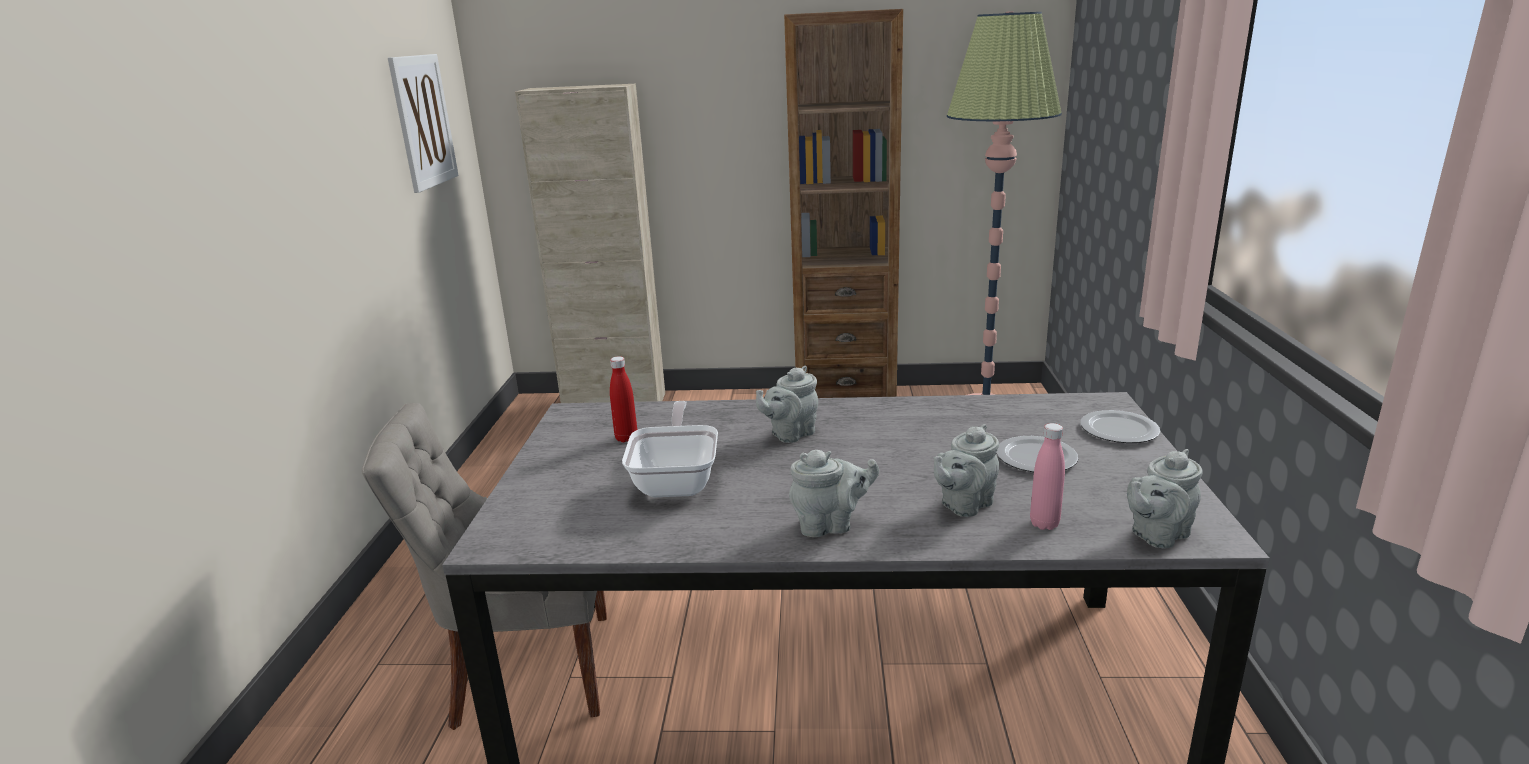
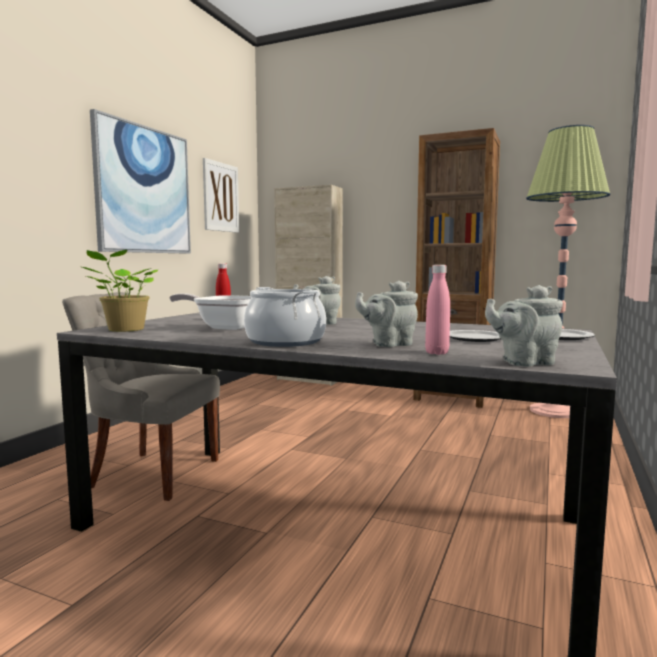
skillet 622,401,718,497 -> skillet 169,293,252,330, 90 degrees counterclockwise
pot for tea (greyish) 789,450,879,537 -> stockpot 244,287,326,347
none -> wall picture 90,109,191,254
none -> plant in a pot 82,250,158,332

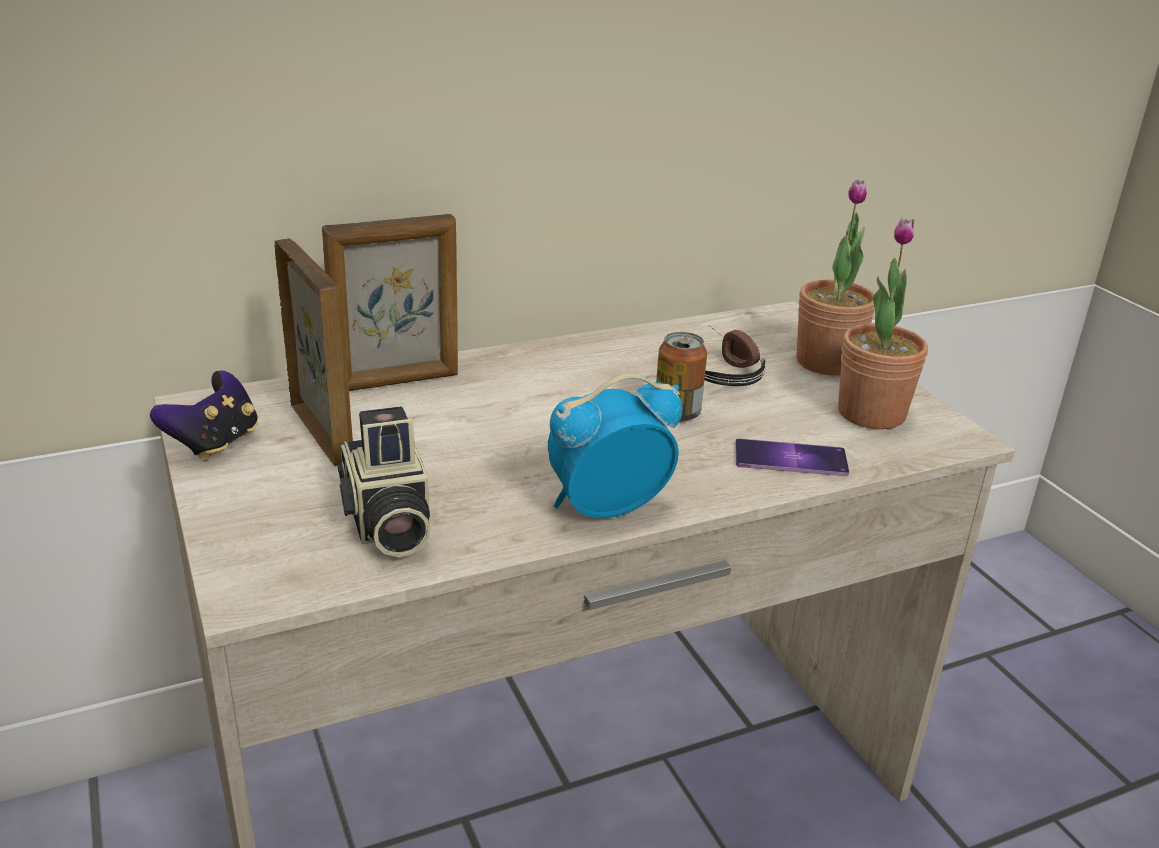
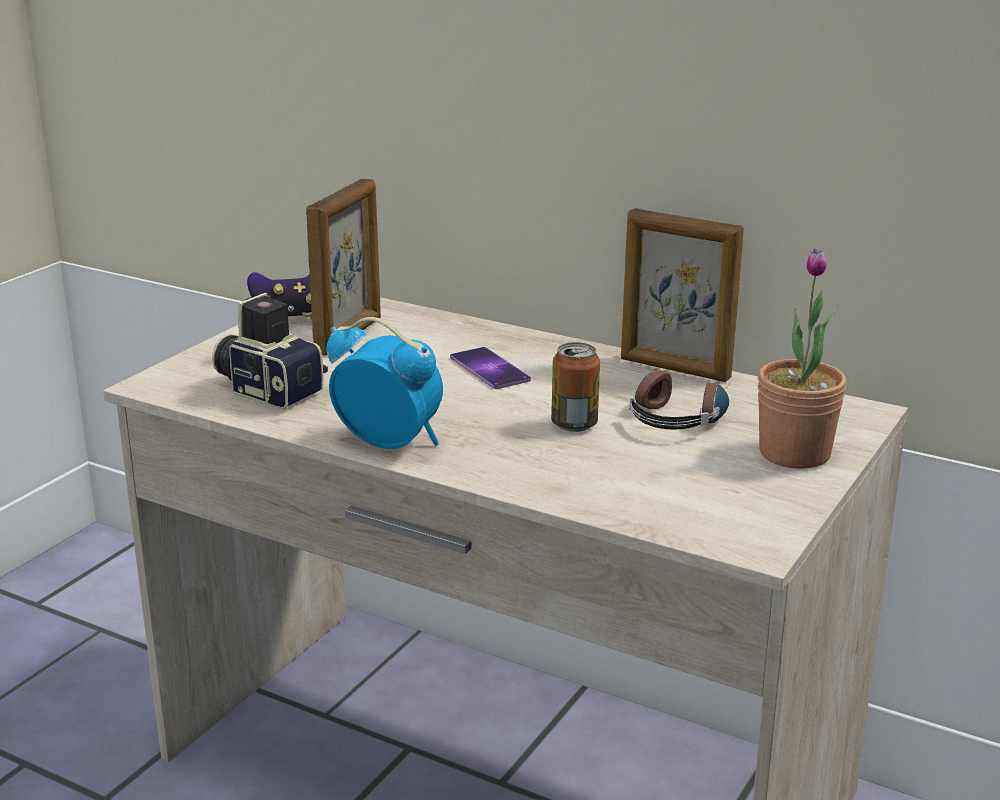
picture frame 322,214,458,391 -> picture frame 621,208,744,382, move
plant in a pot 838,218,928,429 -> none
photo camera 338,407,431,557 -> photo camera 212,293,328,409, 90 degrees clockwise
telephone 735,438,849,476 -> telephone 450,347,531,389, move

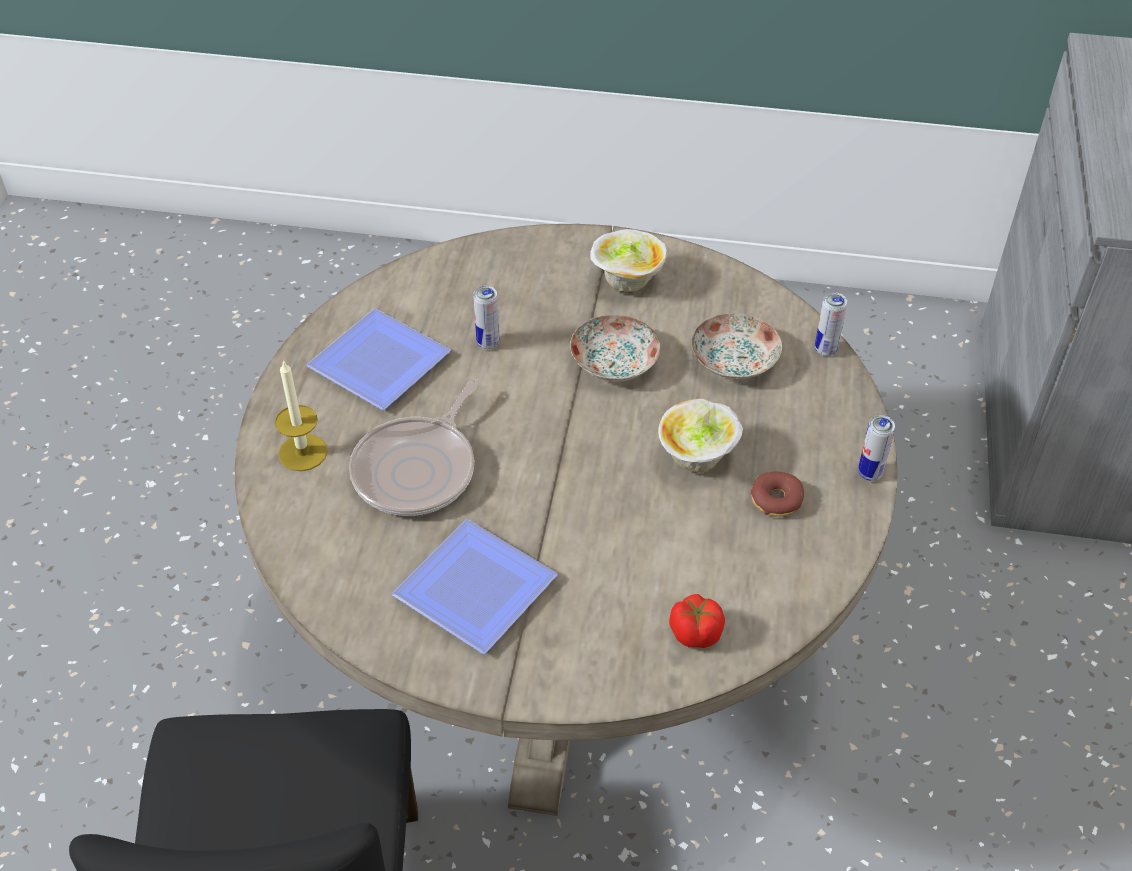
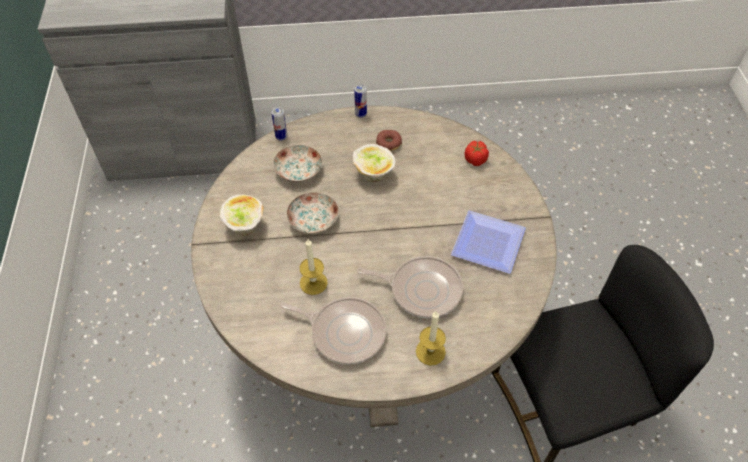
sealed can 473,286,500,349 -> candle 299,239,328,295
flat dish 306,309,451,410 -> skillet 280,297,386,365

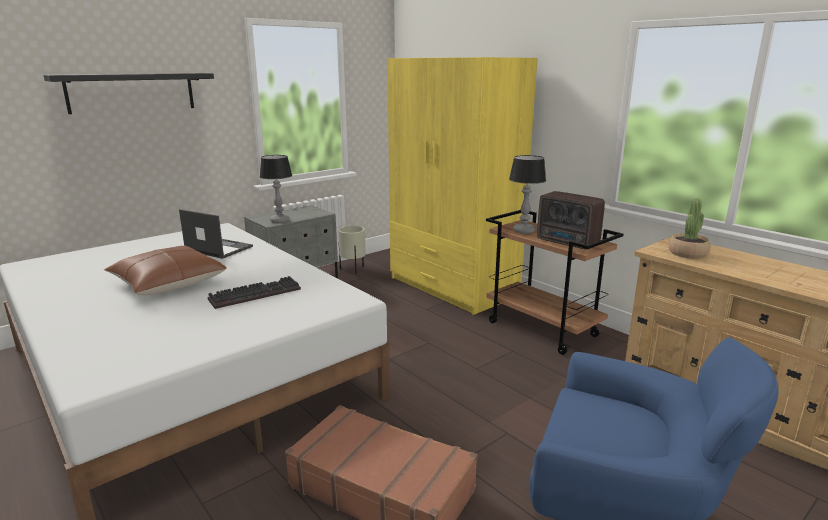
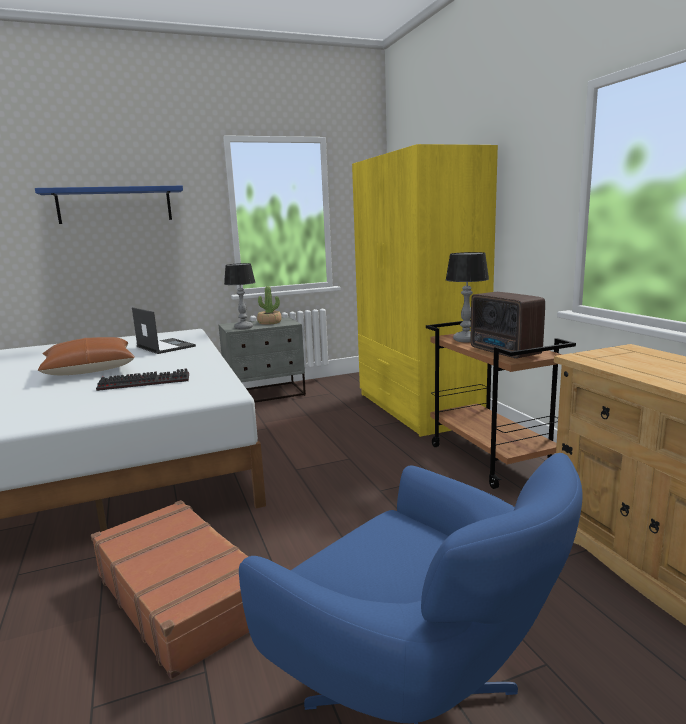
wall shelf (blackish) 43,73,214,114 -> wall shelf (blue-coloured) 35,186,183,224
plant in a pot 669,198,710,259 -> plant in a pot 257,286,282,325, move
plant pot (beige-coloured) 338,226,366,274 -> none

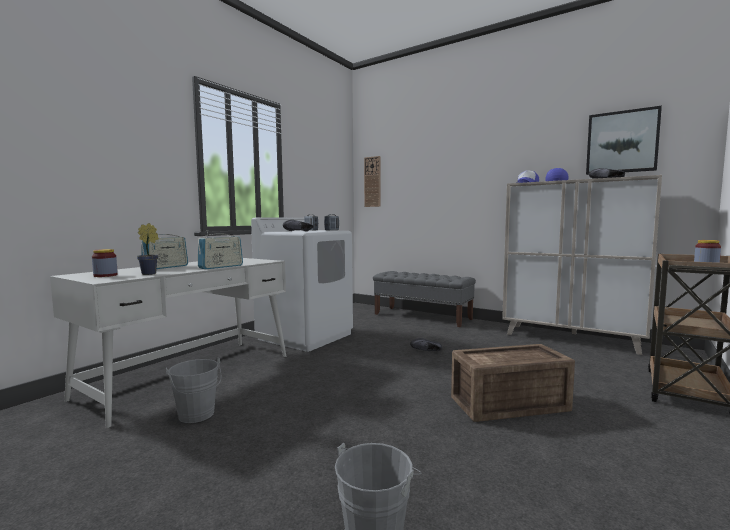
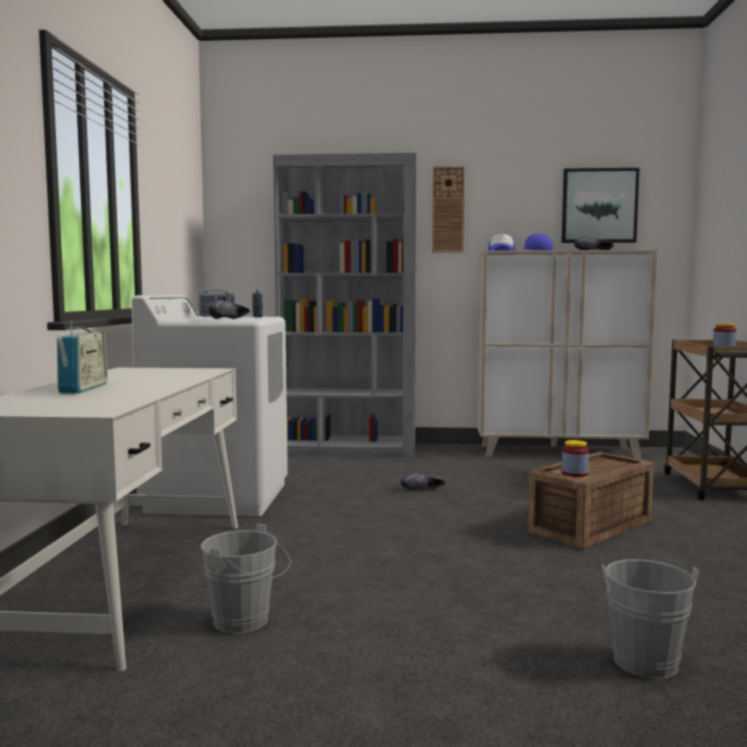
wall clock 364,156,380,207 -> wall clock 432,166,465,253, move
plant in a pot 137,223,159,275 -> none
radio set 198,230,243,269 -> none
preserve jar 92,249,118,277 -> preserve jar 562,440,589,477, move
bench (greyish) 373,271,476,327 -> shelving unit (greyish) 273,153,417,456

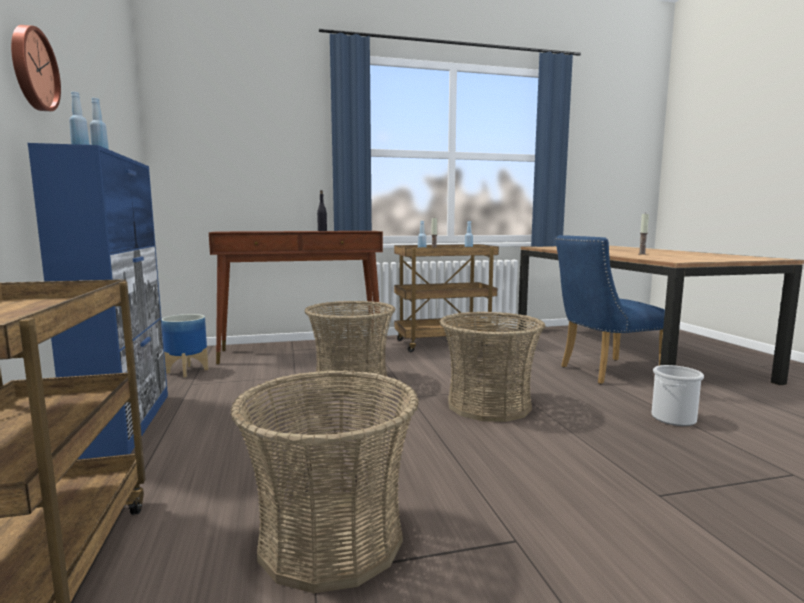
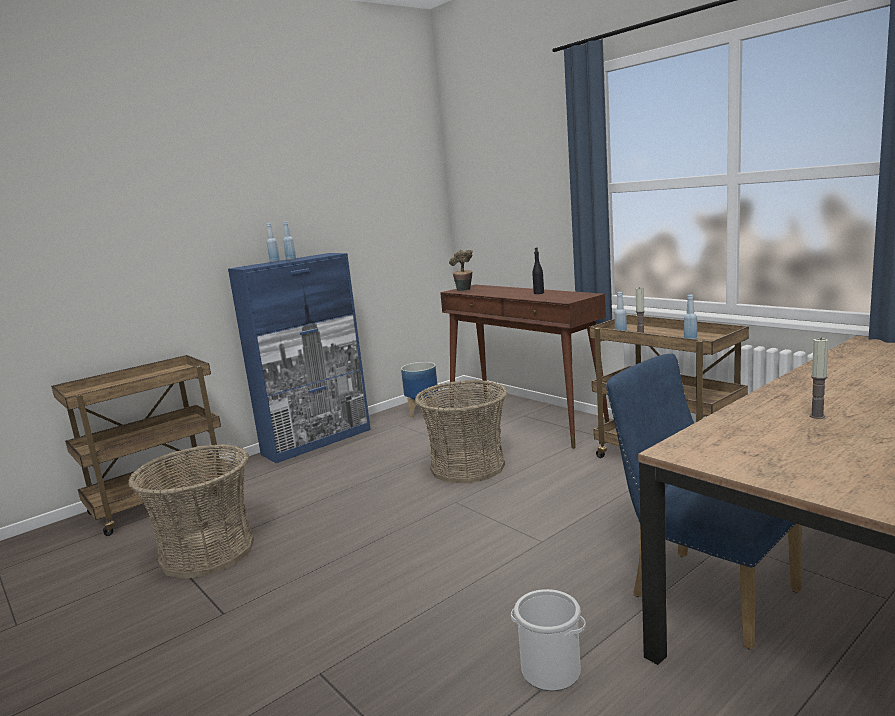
wall clock 11,25,61,111 -> none
household basket 440,312,545,422 -> none
none -> plant in a pot 449,250,473,291

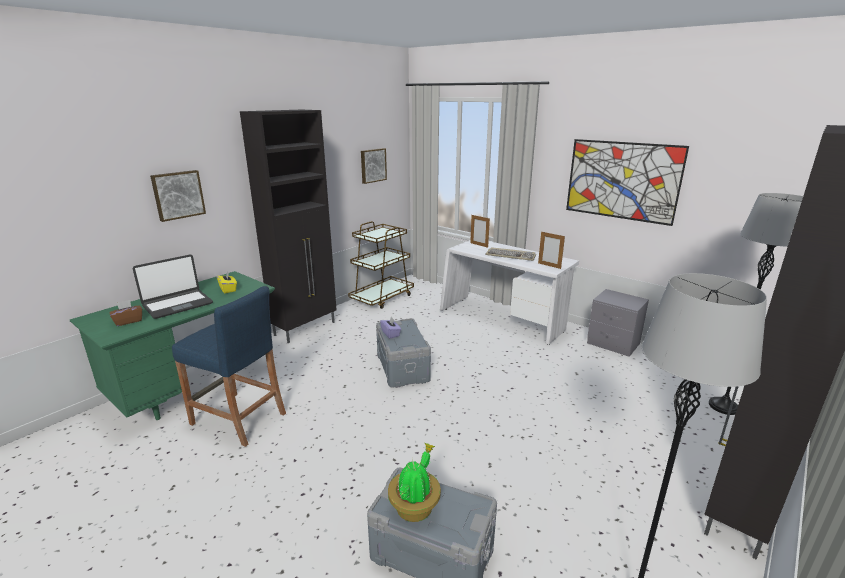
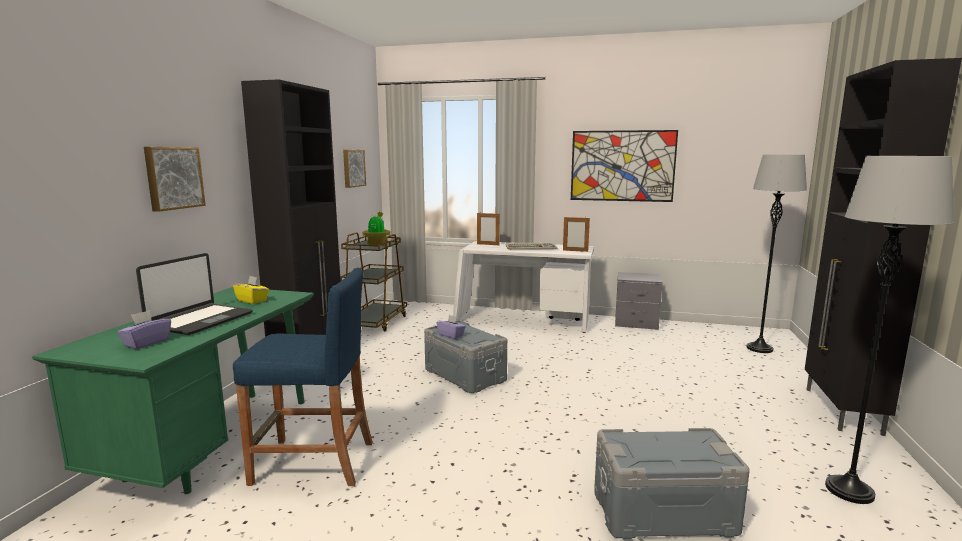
box of tissues (brownish) 110,300,142,326 -> box of tissues (purple-coloured) 117,310,171,349
plant in a pot 388,443,441,522 -> plant in a pot 363,212,390,245, move

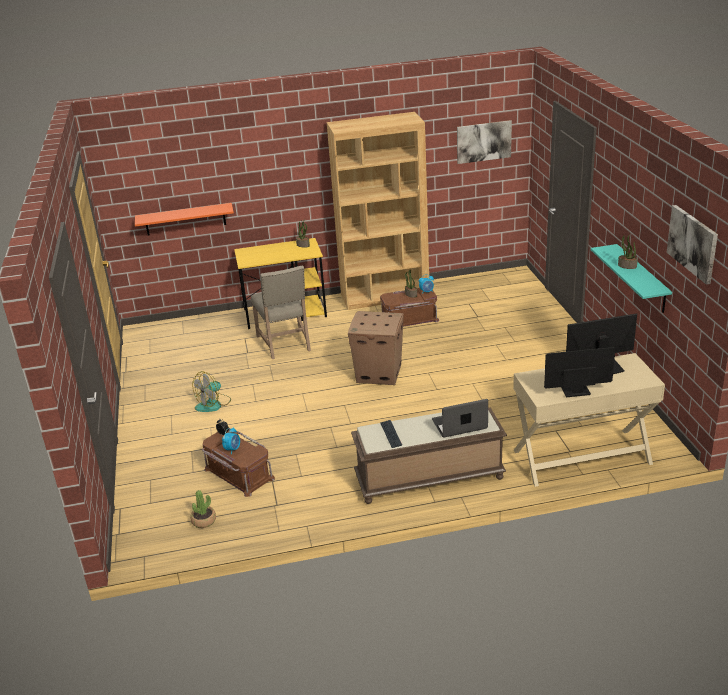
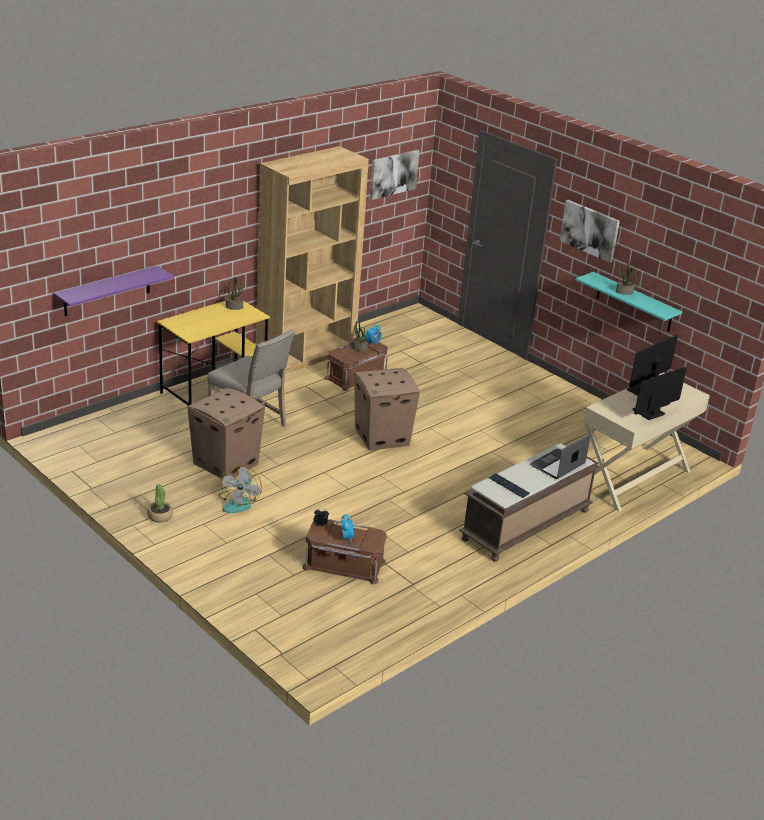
wall shelf (orangey) 135,203,234,235 -> wall shelf (purple-coloured) 53,266,174,316
wall picture 667,205,718,285 -> wall picture 560,200,620,263, move
plant in a pot 190,490,216,528 -> plant in a pot 147,484,173,522, move
none -> carton 187,388,265,479

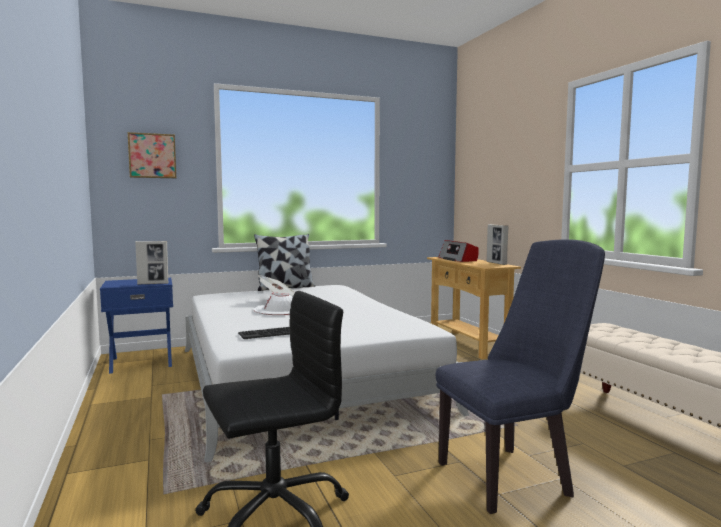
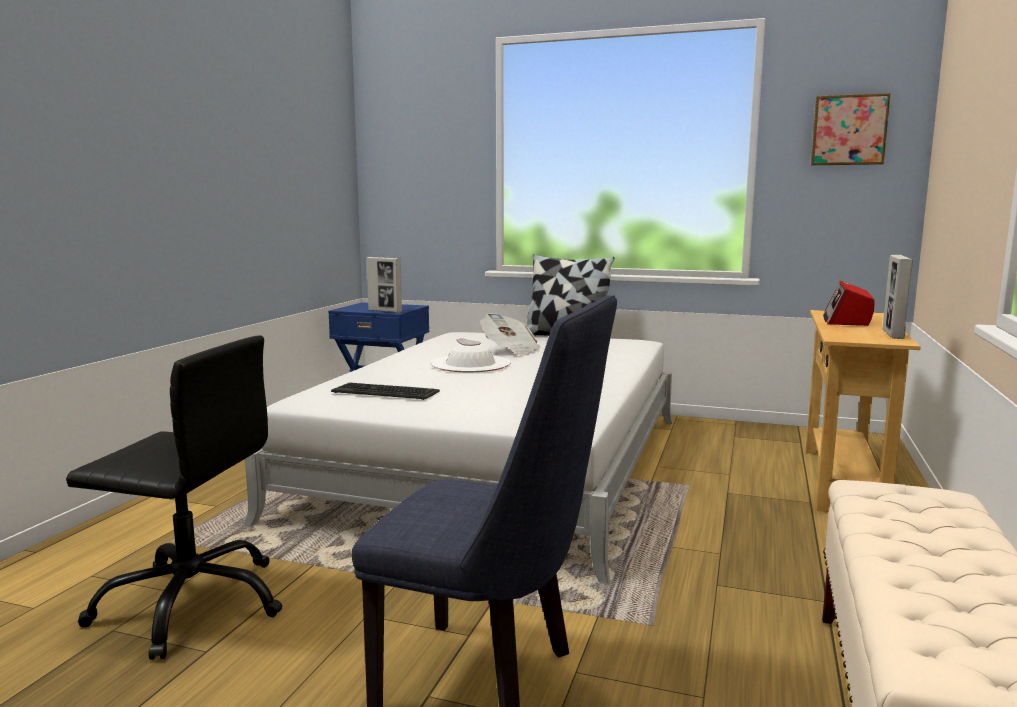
wall picture 128,132,176,178 -> wall picture 811,93,891,165, move

